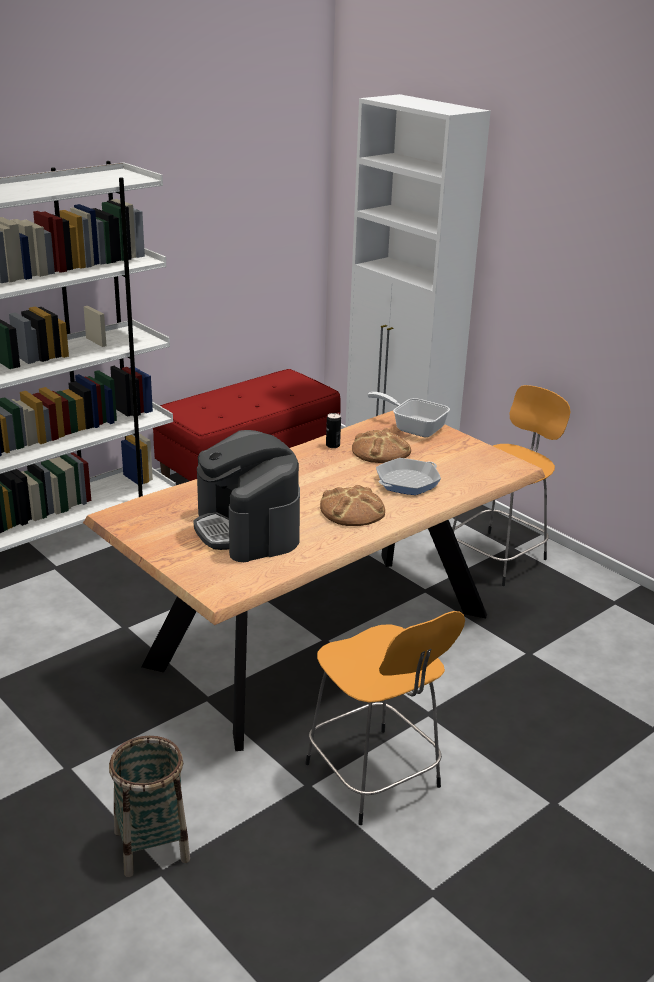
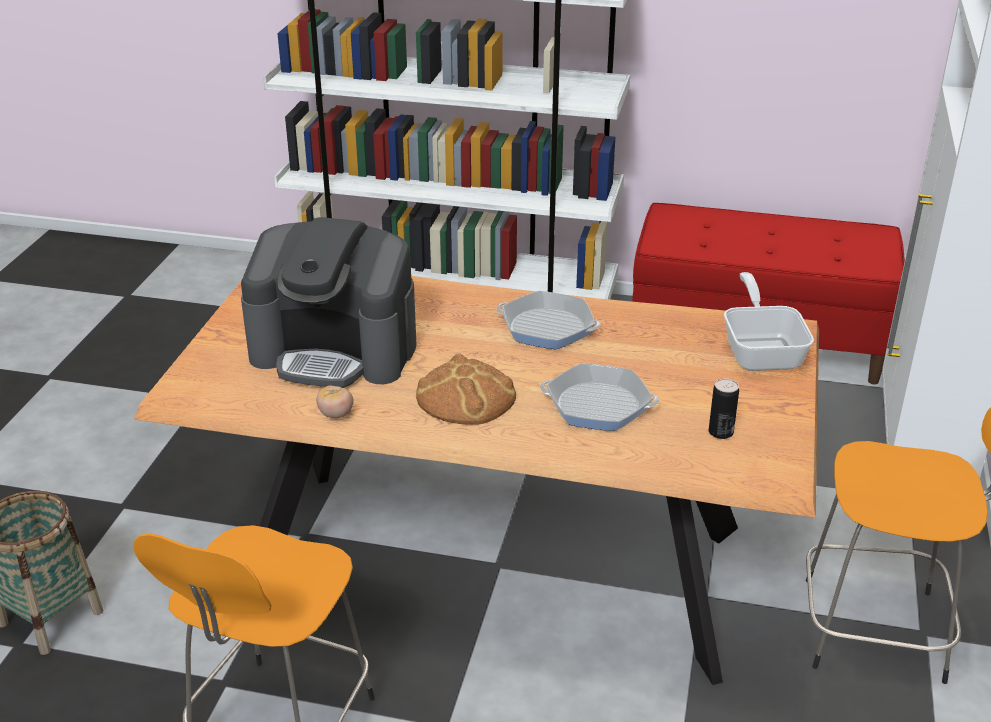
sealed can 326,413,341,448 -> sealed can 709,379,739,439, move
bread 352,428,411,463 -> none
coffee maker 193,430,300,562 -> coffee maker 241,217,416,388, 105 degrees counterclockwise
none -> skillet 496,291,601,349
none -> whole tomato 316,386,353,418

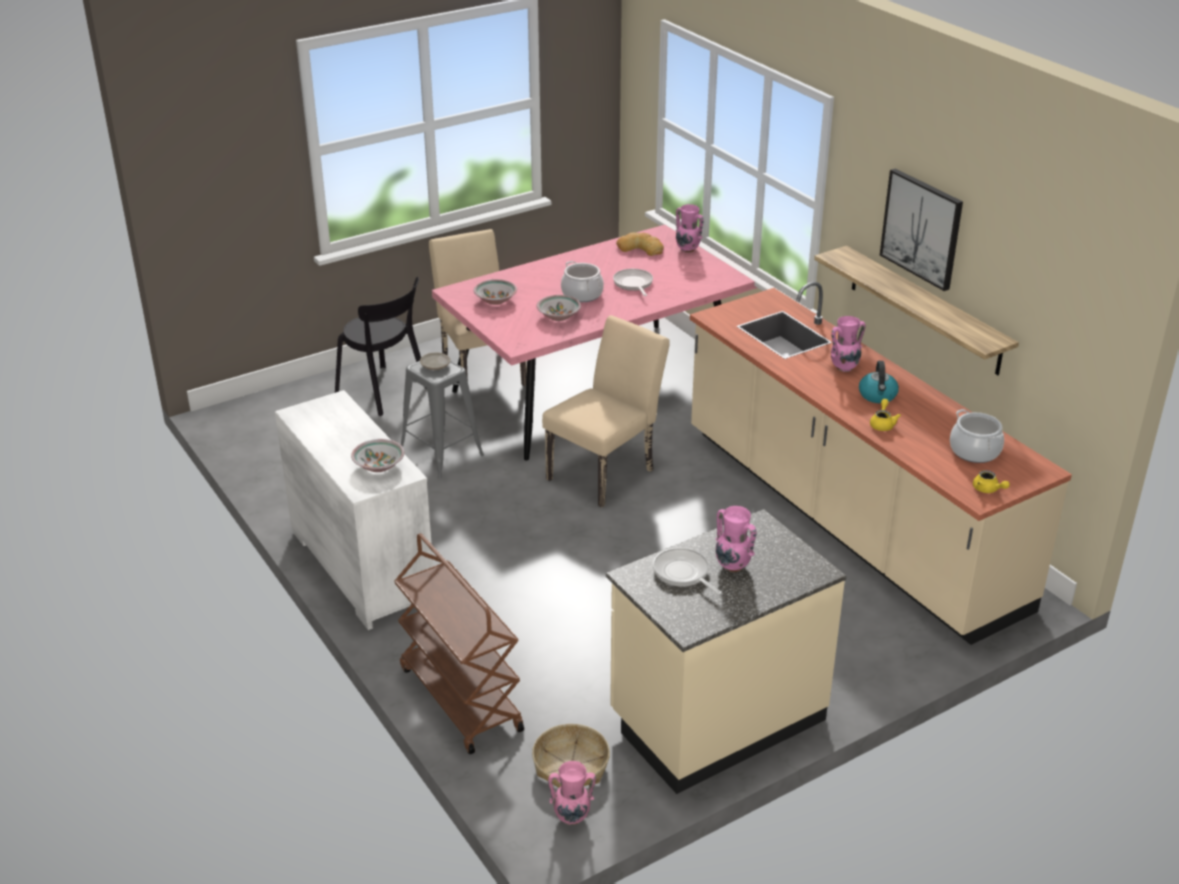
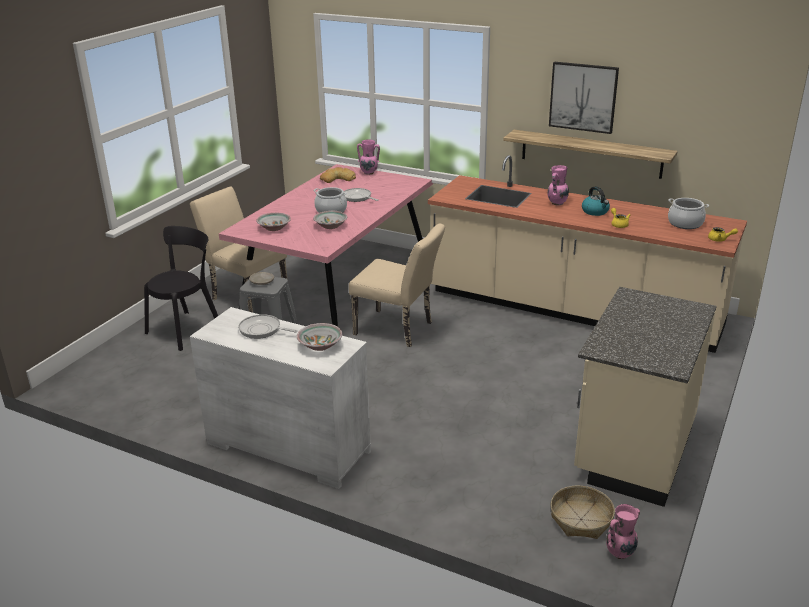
upright chair (blackish) 335,277,427,416 -> upright chair (blackish) 144,226,218,351, 60 degrees counterclockwise
upright chair (beige-coloured) 542,315,670,507 -> upright chair (beige-coloured) 349,223,445,347, 105 degrees clockwise
flower vase (pinkish) 715,506,757,572 -> none
cart (brownish) 394,533,524,754 -> none
skillet 653,548,721,595 -> skillet 238,314,298,339, move

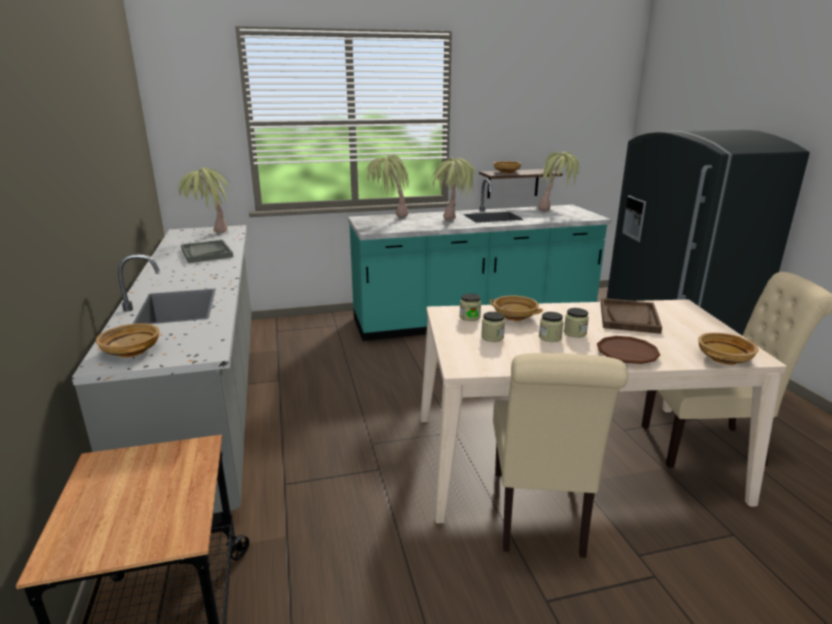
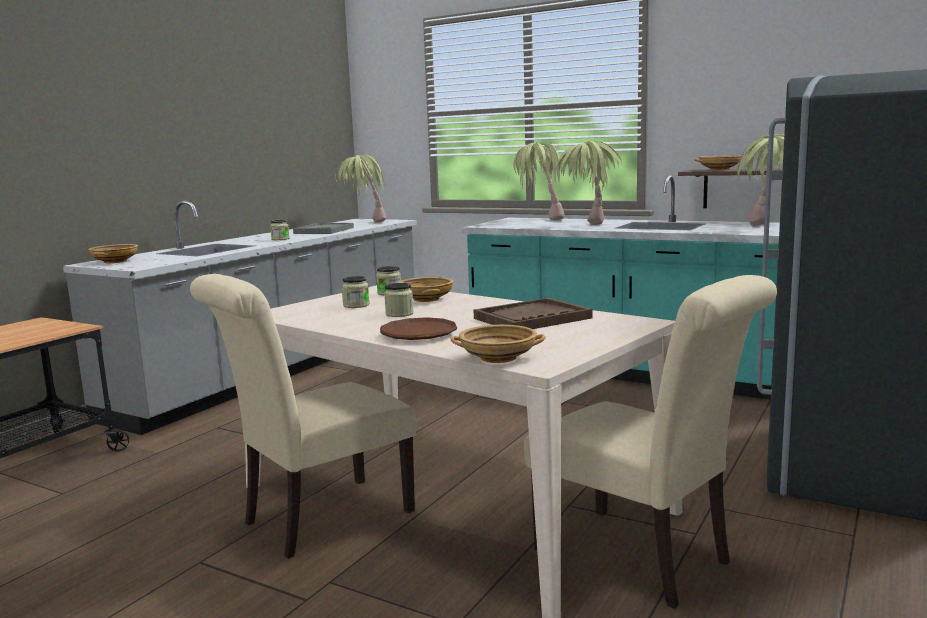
preserve jar 564,308,589,338 -> preserve jar 270,220,289,240, move

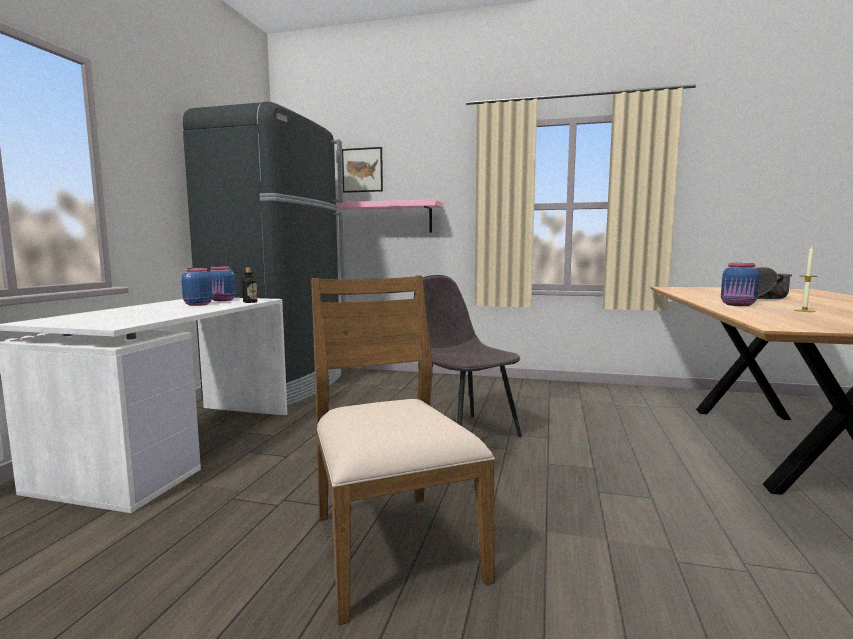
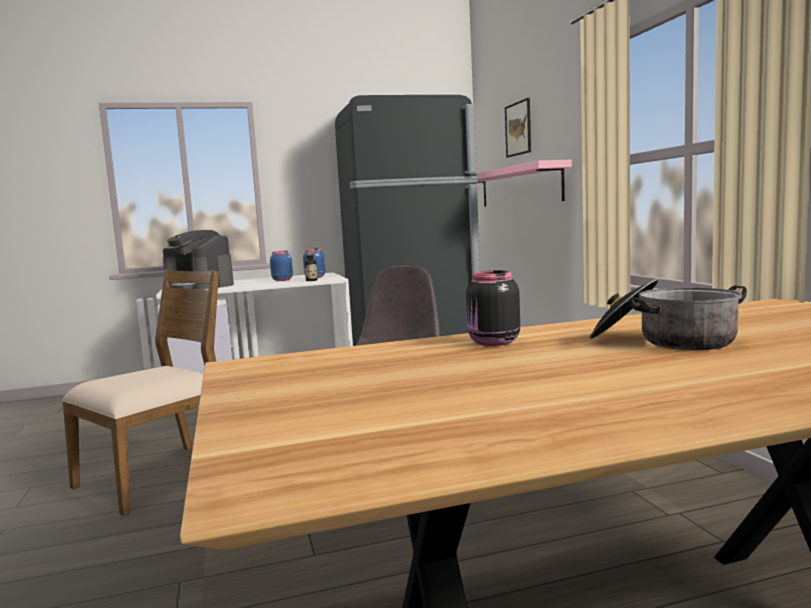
candle 794,246,818,312 -> none
preserve jar (blue-coloured) 721,263,760,306 -> preserve jar (blackish) 466,270,520,346
none -> coffee maker 163,230,234,290

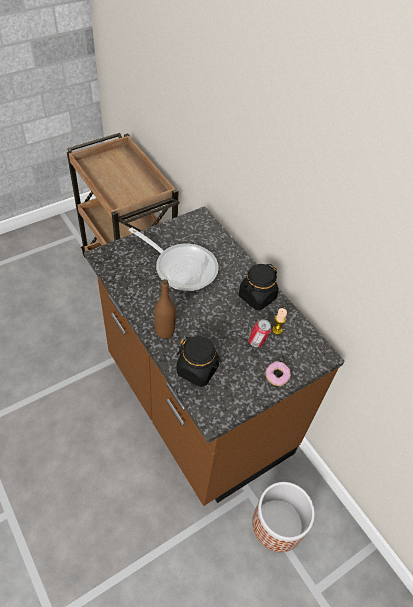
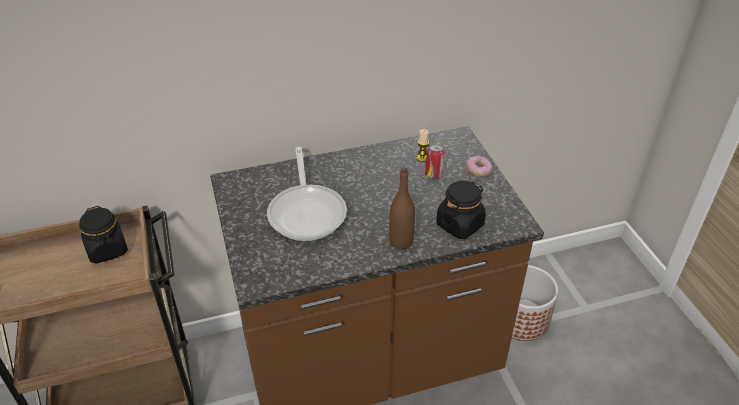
skillet 129,227,219,291 -> skillet 267,147,347,241, 120 degrees clockwise
preserve jar (blackish) 239,264,278,310 -> preserve jar (blackish) 79,206,128,264, move

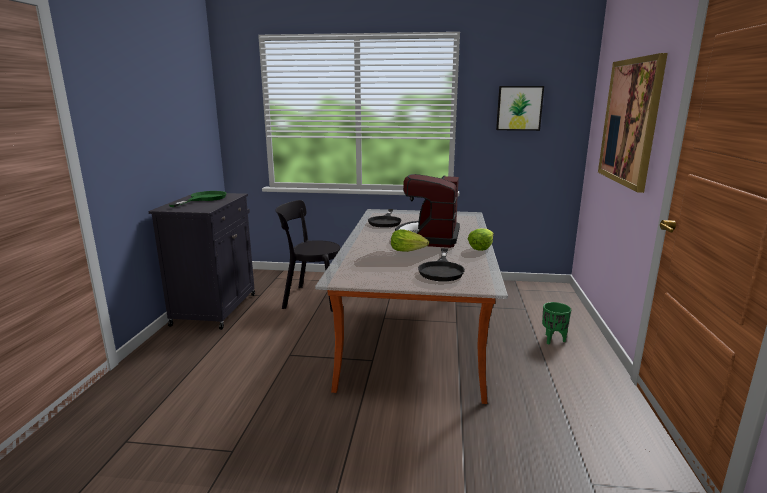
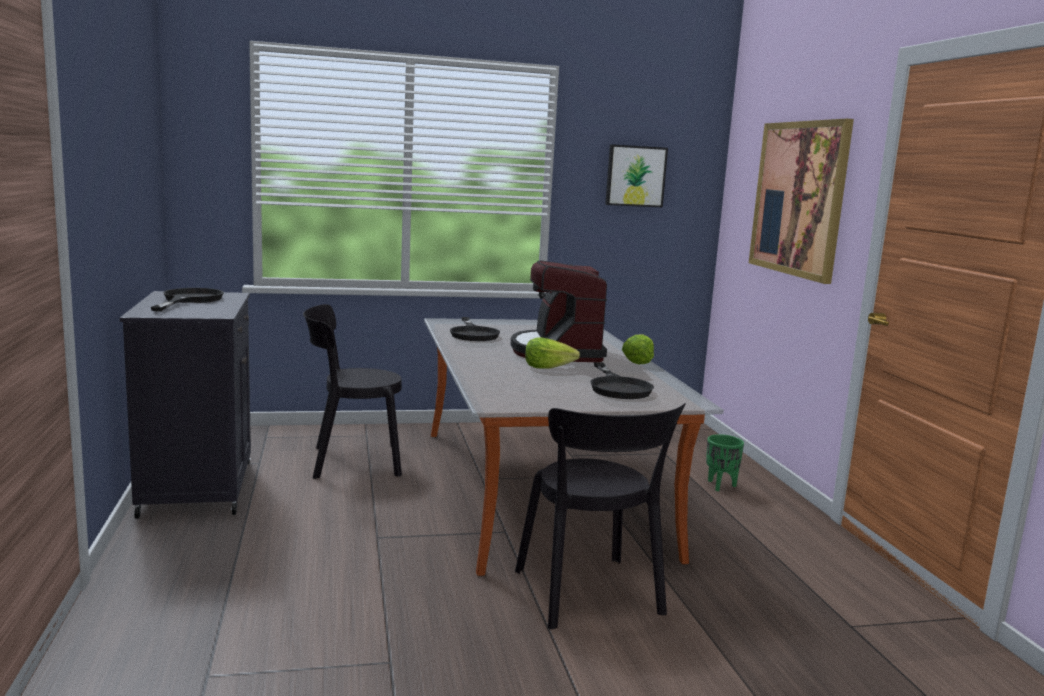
skillet (greenish) 169,191,227,207 -> skillet (blackish) 151,288,224,311
none -> upright chair (blackish) 515,403,686,629

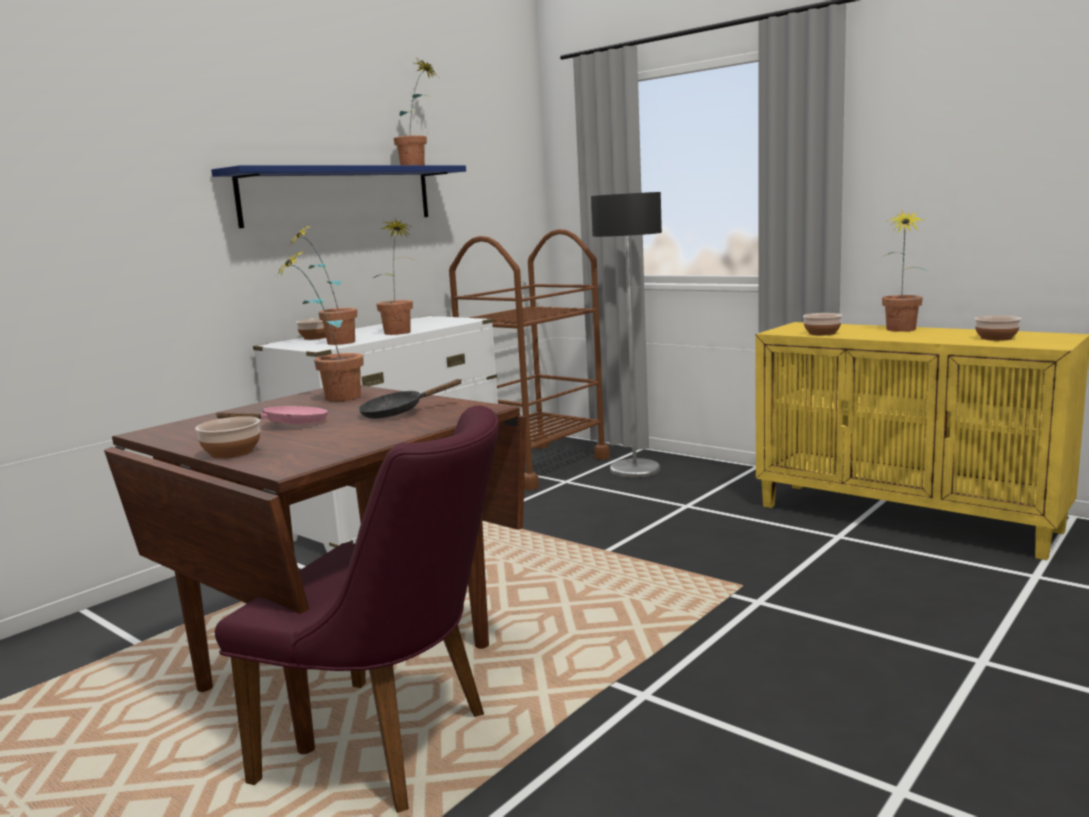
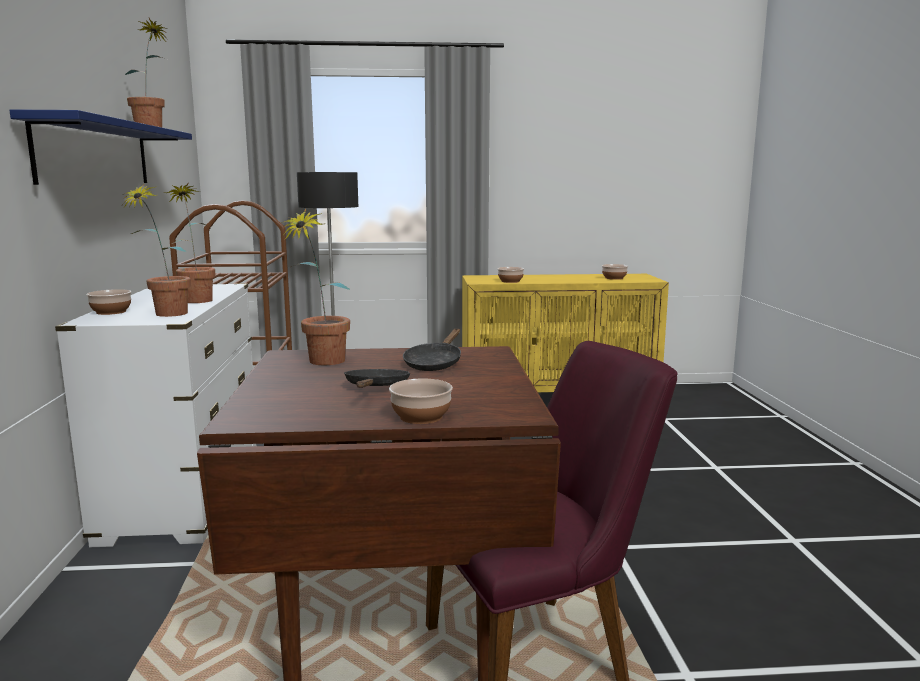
plant in a pot 882,210,928,332 -> none
skillet (pinkish) 215,406,329,424 -> skillet (blackish) 344,369,410,388

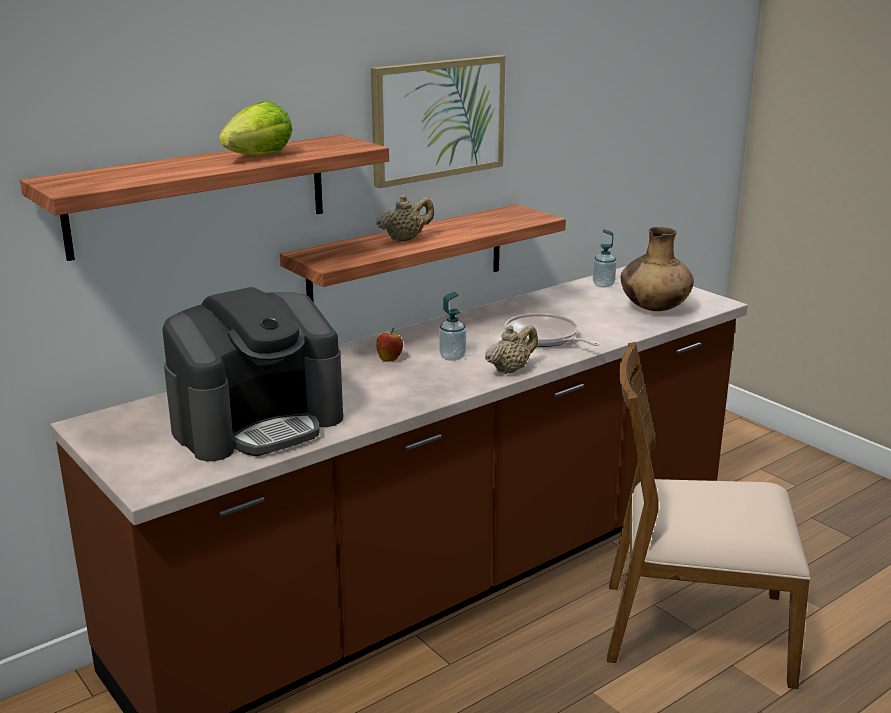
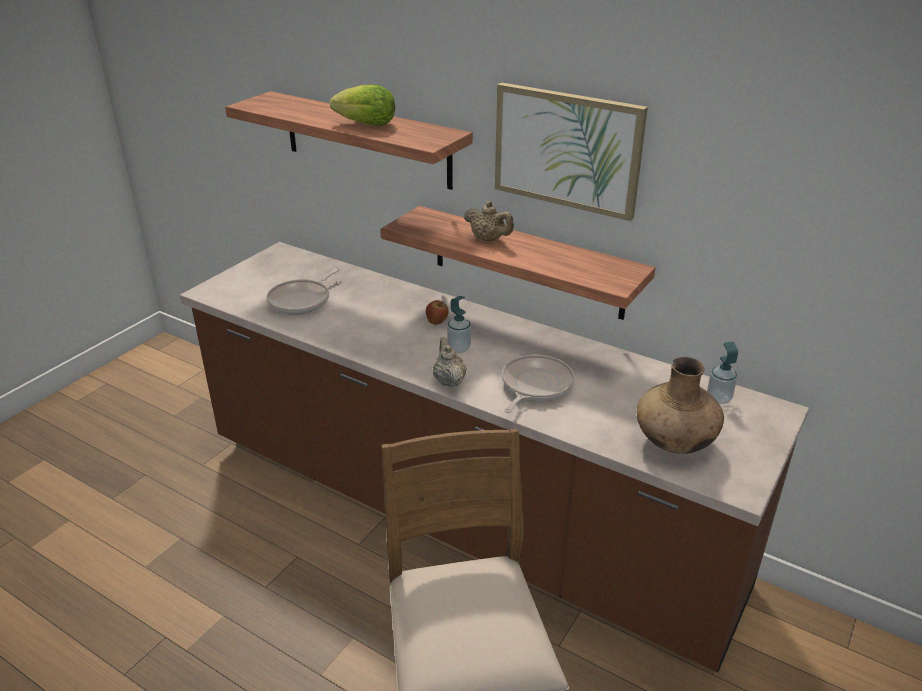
coffee maker 162,287,343,461 -> skillet 266,268,341,315
pot for tea (beige-coloured) 485,325,538,374 -> pot for tea (beige-coloured) 433,337,467,388, 135 degrees counterclockwise

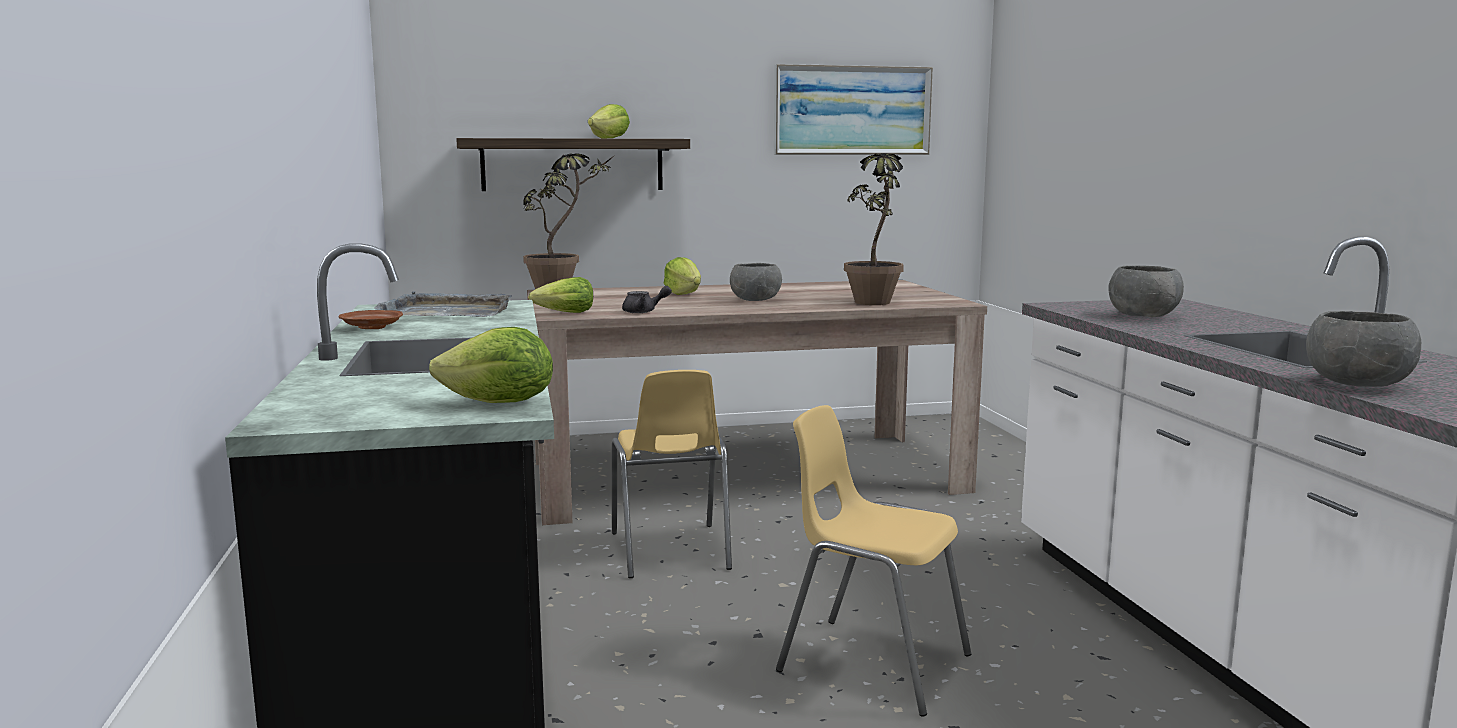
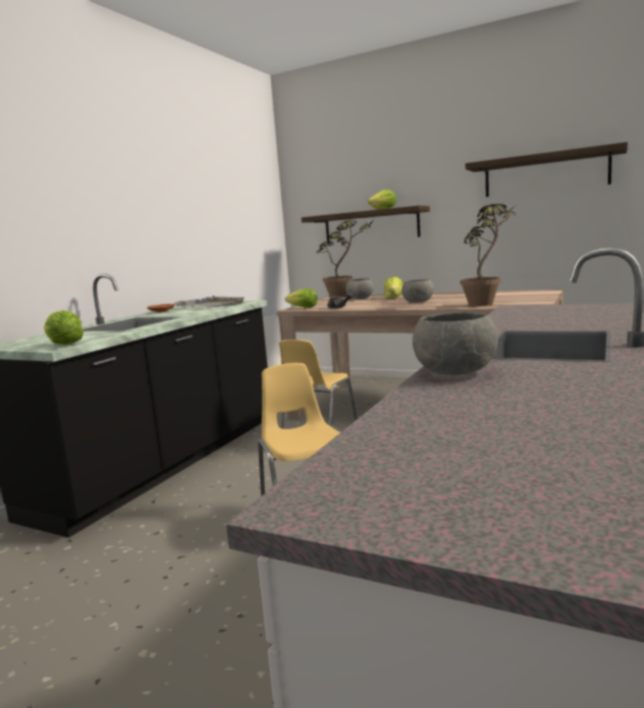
wall picture 774,64,933,155 -> wall shelf 465,142,628,197
serving bowl (greyish) 1108,265,1184,317 -> serving bowl (greyish) 346,278,374,299, move

